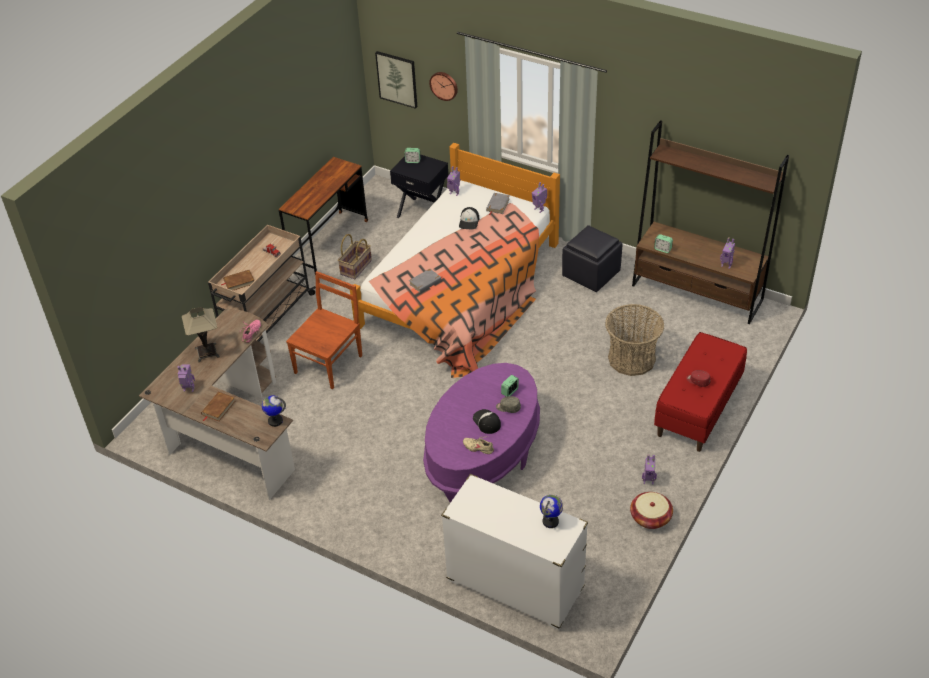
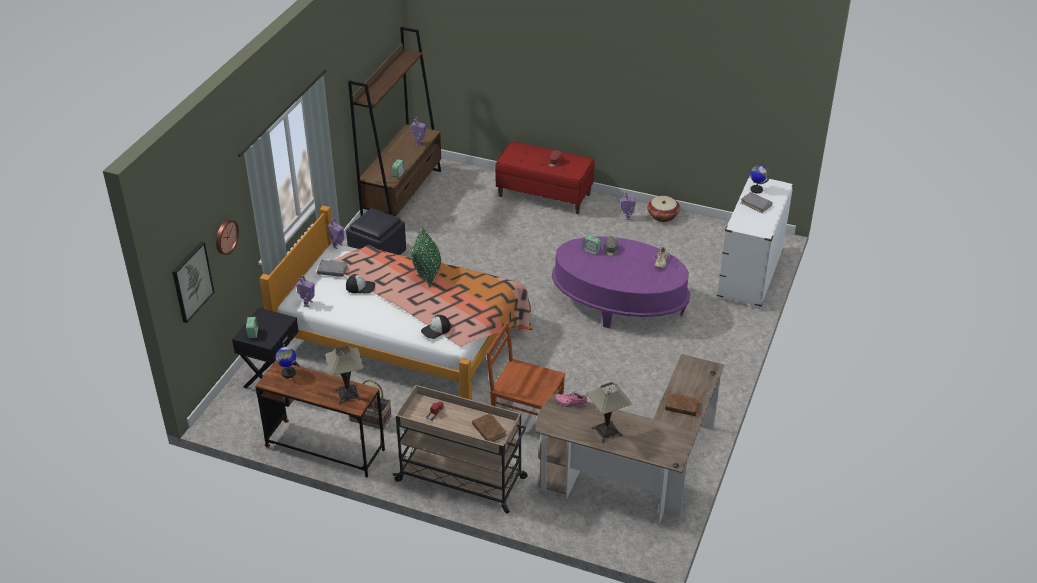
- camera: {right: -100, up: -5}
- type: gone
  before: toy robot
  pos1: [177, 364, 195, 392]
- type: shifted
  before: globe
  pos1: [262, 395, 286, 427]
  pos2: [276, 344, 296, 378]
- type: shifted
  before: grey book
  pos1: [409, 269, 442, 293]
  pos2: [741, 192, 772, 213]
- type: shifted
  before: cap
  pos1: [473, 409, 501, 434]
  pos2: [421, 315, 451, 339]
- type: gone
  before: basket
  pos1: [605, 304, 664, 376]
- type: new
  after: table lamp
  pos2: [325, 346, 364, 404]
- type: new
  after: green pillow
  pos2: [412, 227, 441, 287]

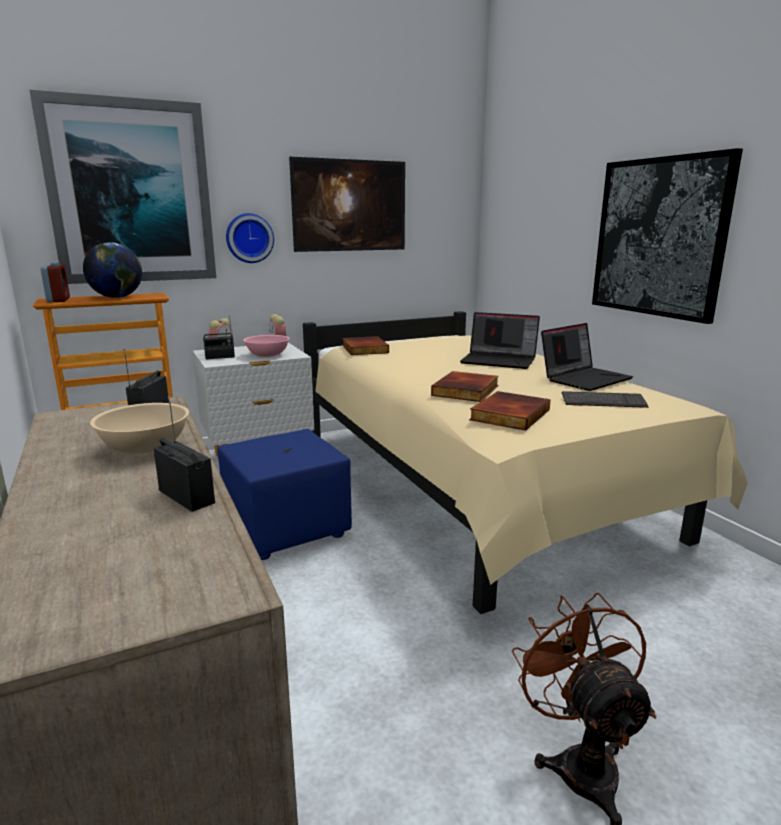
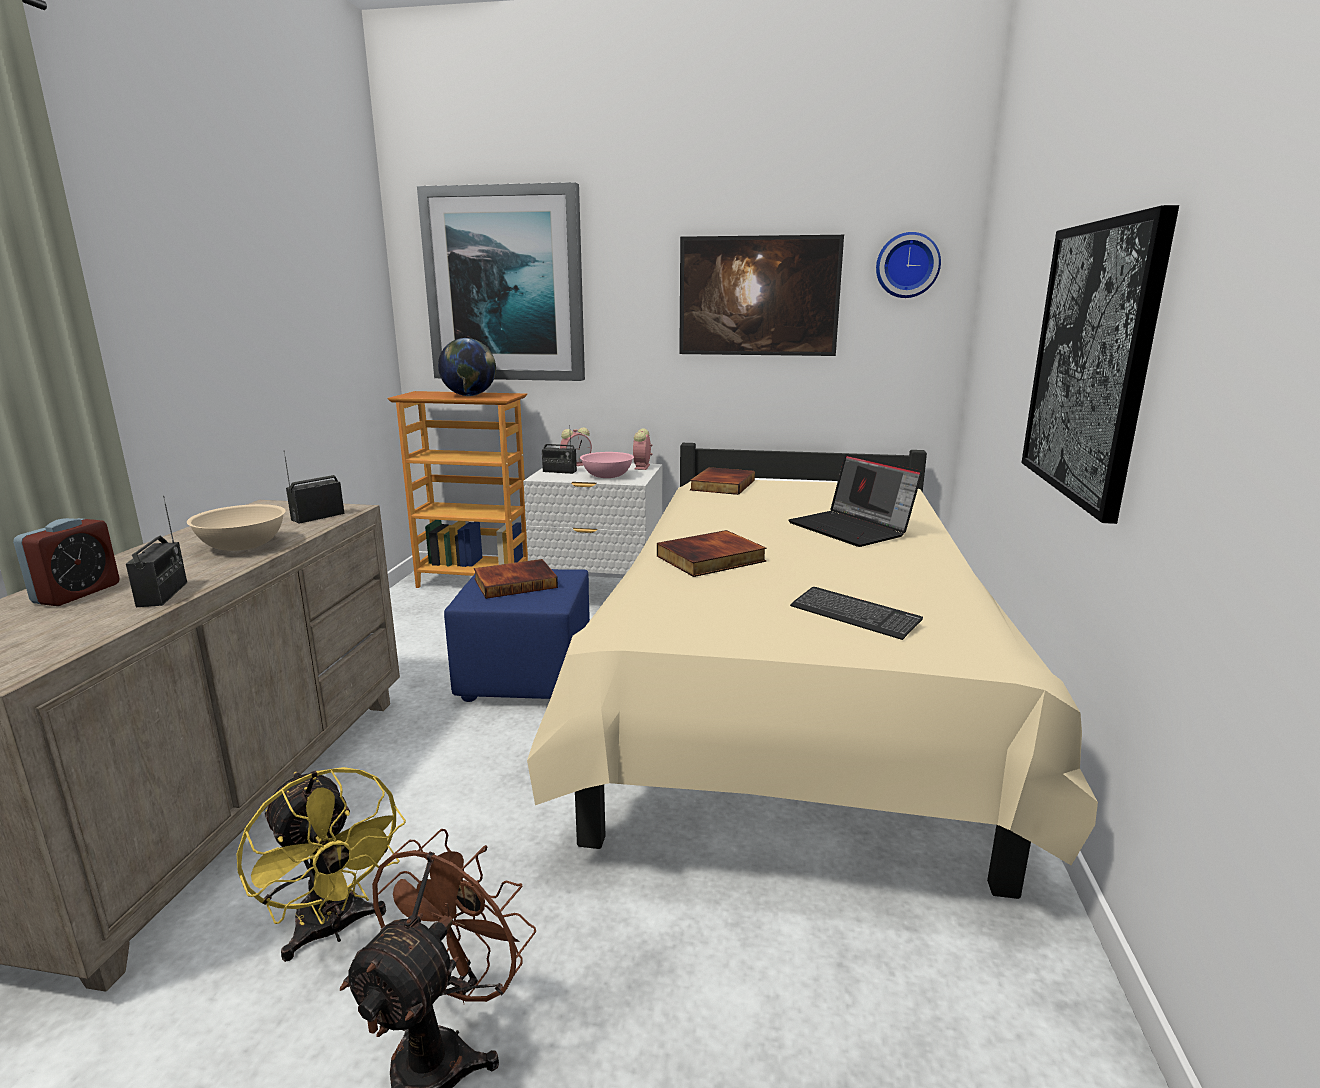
- camera: {right: 35, up: 0}
- type: shifted
  before: alarm clock
  pos1: [41, 261, 70, 303]
  pos2: [13, 518, 120, 606]
- type: shifted
  before: wall clock
  pos1: [226, 213, 274, 263]
  pos2: [876, 232, 941, 298]
- type: shifted
  before: book
  pos1: [469, 391, 551, 431]
  pos2: [474, 559, 558, 599]
- type: gone
  before: laptop
  pos1: [541, 323, 633, 391]
- type: new
  after: yellow fan
  pos2: [237, 767, 406, 962]

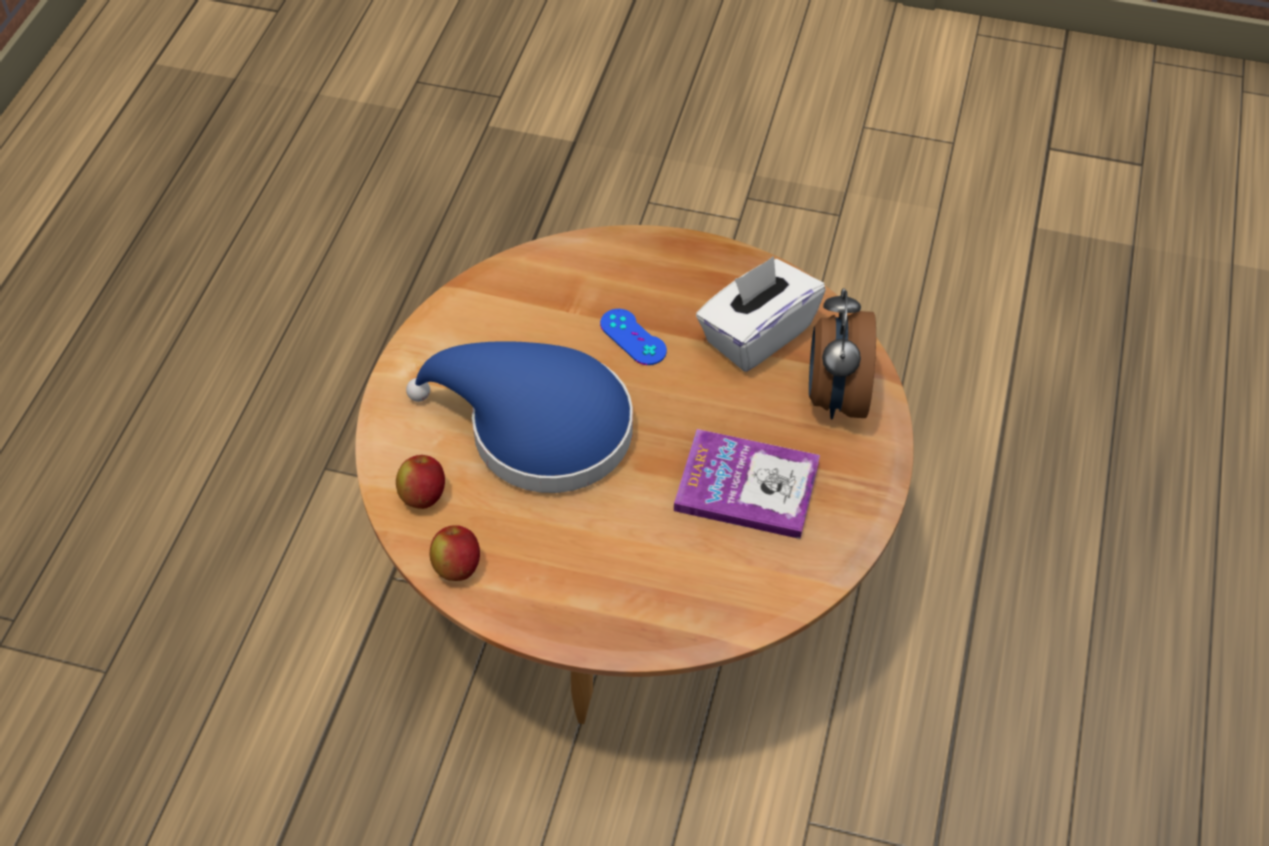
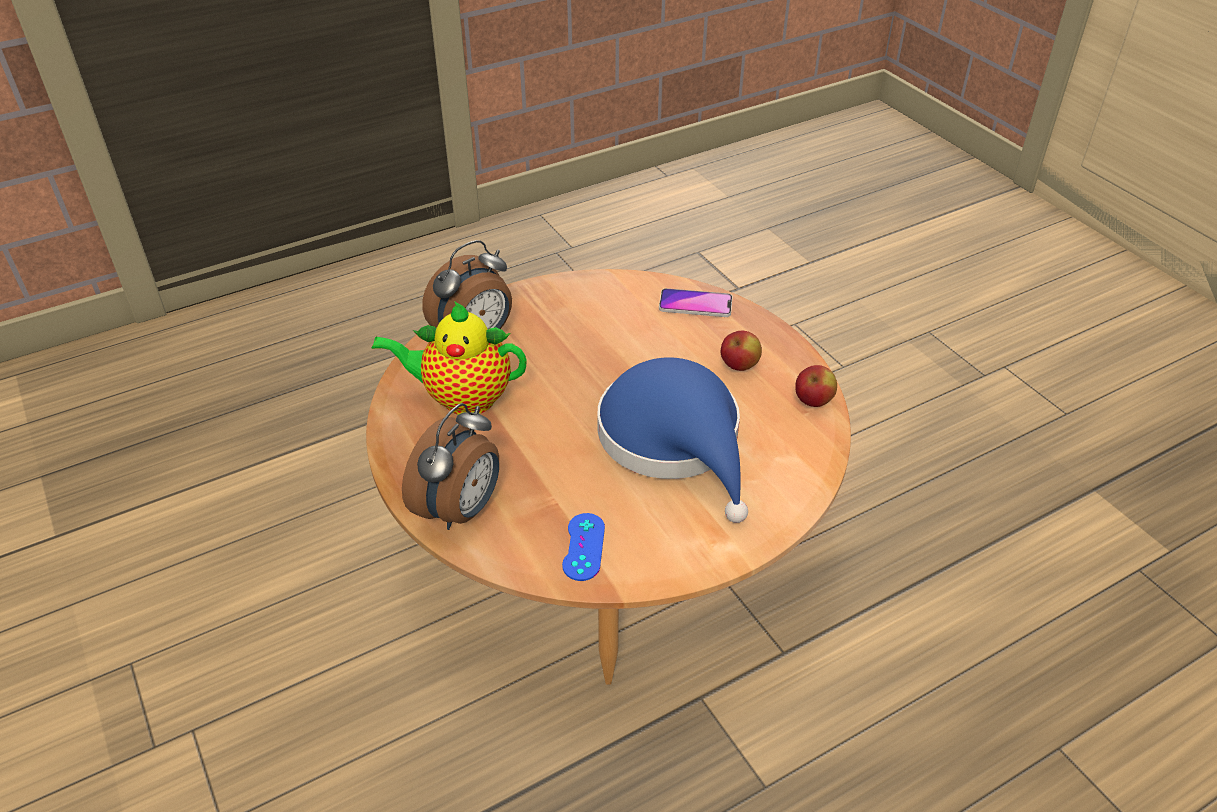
- camera: {right: -135, up: -10}
- type: shifted
  before: apple
  pos1: [396, 455, 445, 509]
  pos2: [721, 331, 762, 371]
- type: shifted
  before: blue game controller
  pos1: [600, 309, 667, 365]
  pos2: [562, 513, 605, 581]
- type: gone
  before: book
  pos1: [674, 429, 820, 539]
- type: swapped
  before: white tissue box
  after: teapot
  pos1: [696, 256, 826, 372]
  pos2: [372, 301, 527, 415]
- type: new
  after: alarm clock
  pos2: [402, 403, 499, 530]
- type: new
  after: phone
  pos2: [659, 288, 733, 317]

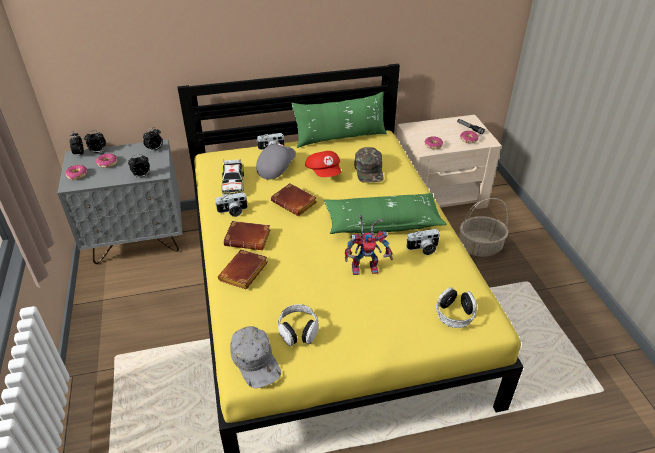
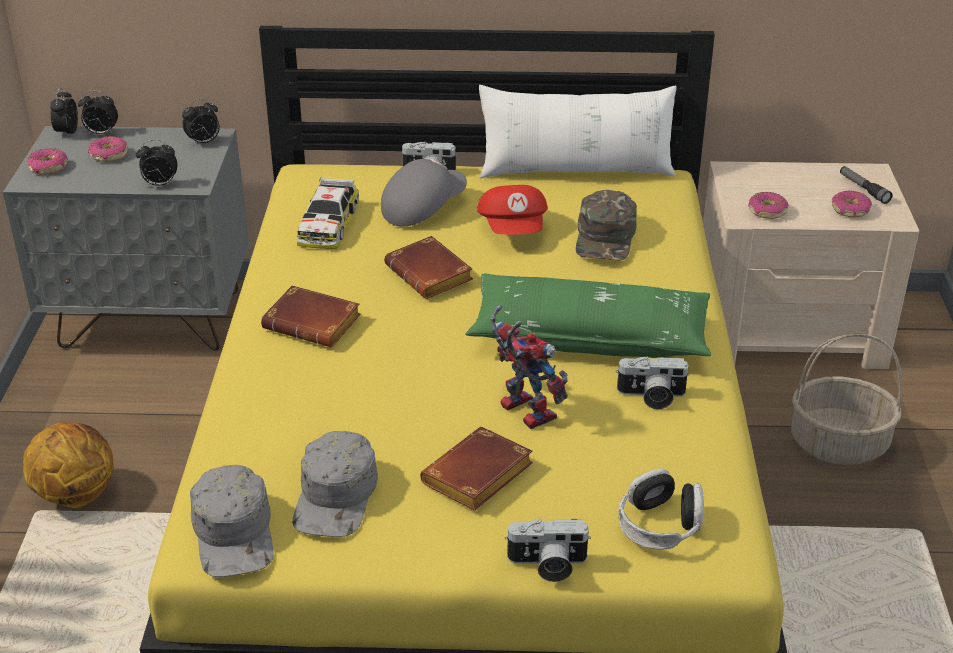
- camera: {right: 15, up: -5}
- type: shifted
  before: photo camera
  pos1: [215, 192, 248, 217]
  pos2: [505, 519, 591, 582]
- type: shifted
  before: brown book
  pos1: [218, 250, 268, 290]
  pos2: [420, 427, 533, 511]
- type: swapped
  before: headphones
  after: grey cap
  pos1: [278, 304, 319, 346]
  pos2: [292, 431, 378, 537]
- type: repainted
  before: green pillow
  after: white pillow
  pos1: [291, 92, 387, 148]
  pos2: [479, 85, 677, 178]
- type: rotated
  before: toy robot
  pos1: [345, 215, 393, 275]
  pos2: [490, 305, 568, 429]
  turn: -135
- type: new
  after: basketball
  pos2: [23, 422, 114, 508]

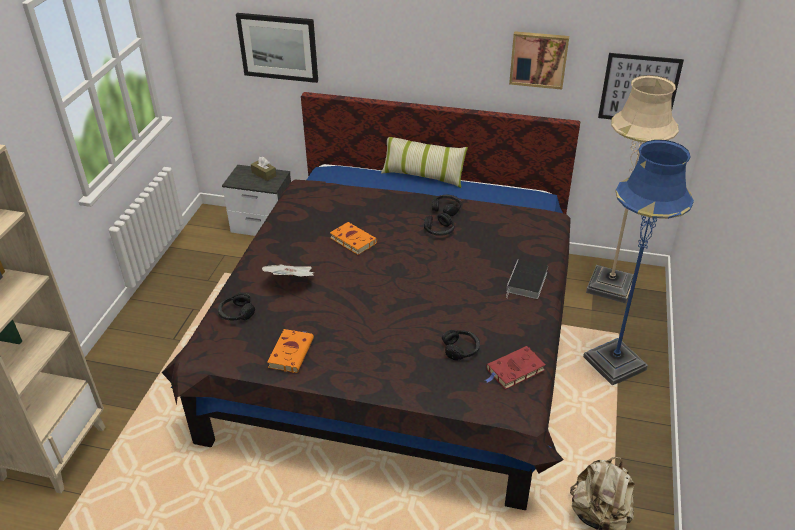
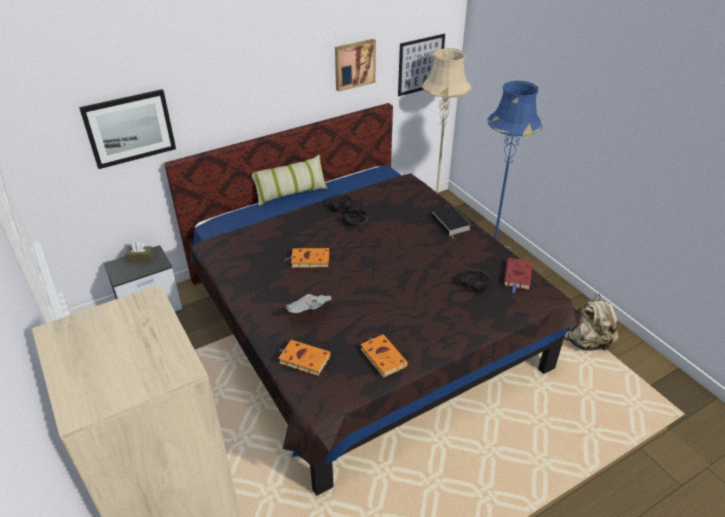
- camera: {right: -45, up: 0}
- type: swapped
  before: black headphones
  after: orange book
  pos1: [218, 293, 255, 320]
  pos2: [278, 340, 331, 376]

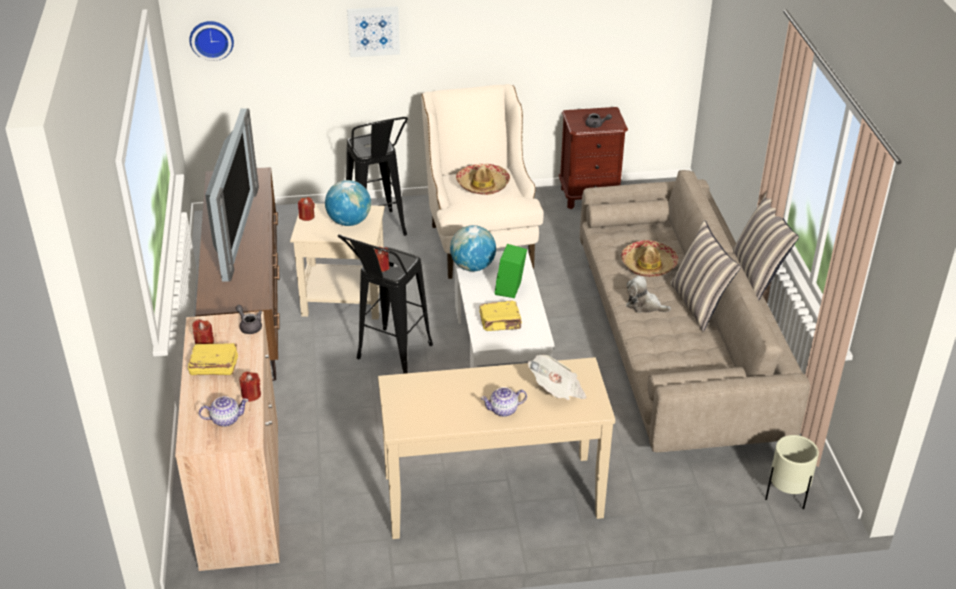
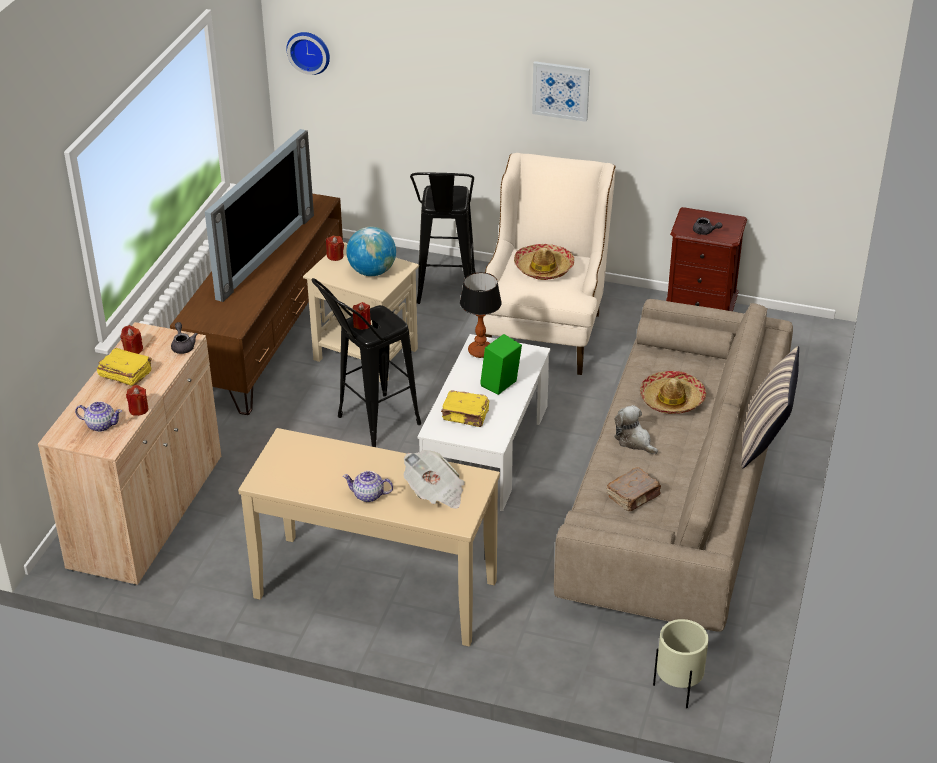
- camera: {right: 25, up: 0}
- type: shifted
  before: picture
  pos1: [347, 6, 400, 57]
  pos2: [532, 61, 590, 122]
- type: swapped
  before: globe
  after: table lamp
  pos1: [450, 225, 496, 271]
  pos2: [460, 272, 502, 358]
- type: gone
  before: pillow
  pos1: [670, 220, 741, 332]
- type: new
  after: brown book
  pos2: [607, 467, 661, 511]

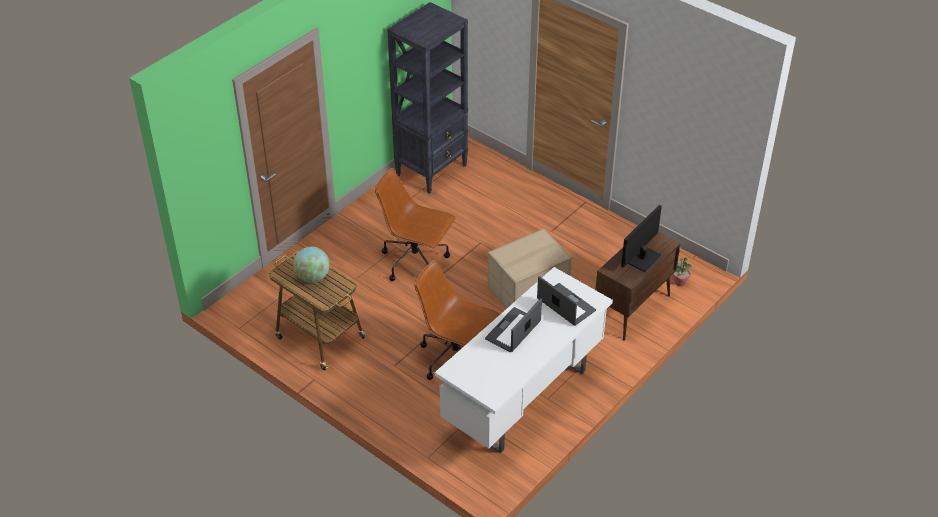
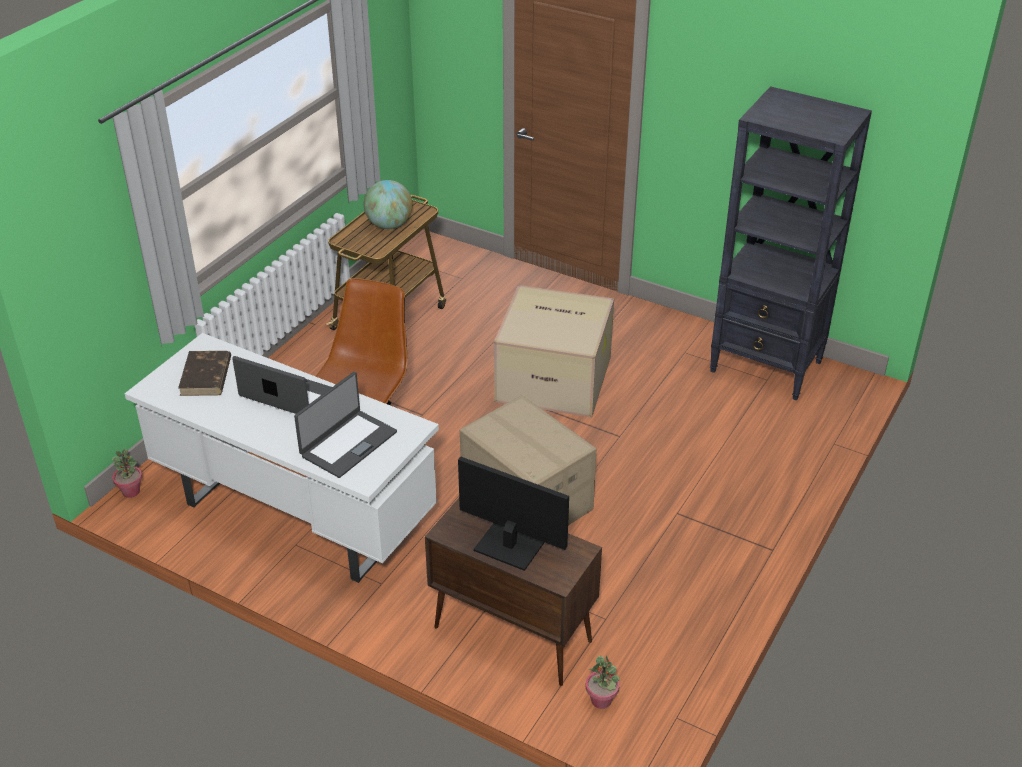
- camera: {right: 80, up: -5}
- type: swapped
  before: brown office chair
  after: cardboard box
  pos1: [375, 168, 456, 281]
  pos2: [494, 285, 614, 417]
- type: new
  after: potted plant
  pos2: [112, 449, 142, 498]
- type: new
  after: brown book
  pos2: [178, 351, 231, 396]

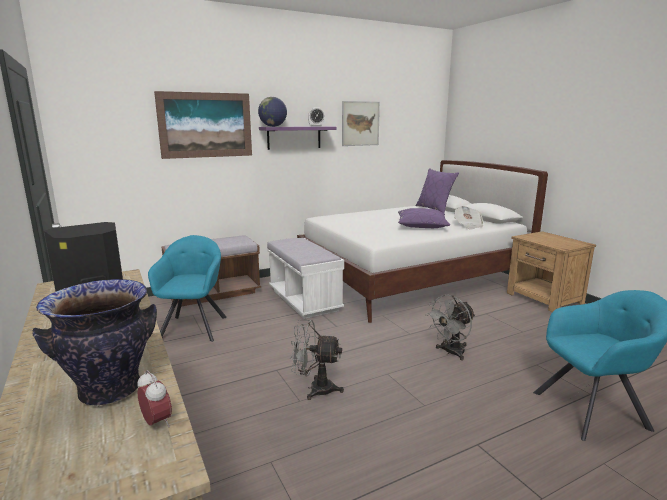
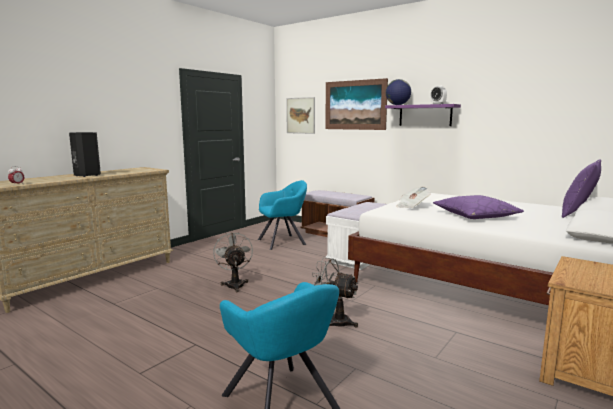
- camera: {right: 65, up: -5}
- type: gone
  before: vase
  pos1: [32, 279, 157, 405]
- type: shifted
  before: picture
  pos1: [342, 101, 380, 146]
  pos2: [286, 97, 315, 134]
- type: shifted
  before: newspaper
  pos1: [454, 206, 483, 229]
  pos2: [396, 186, 431, 208]

